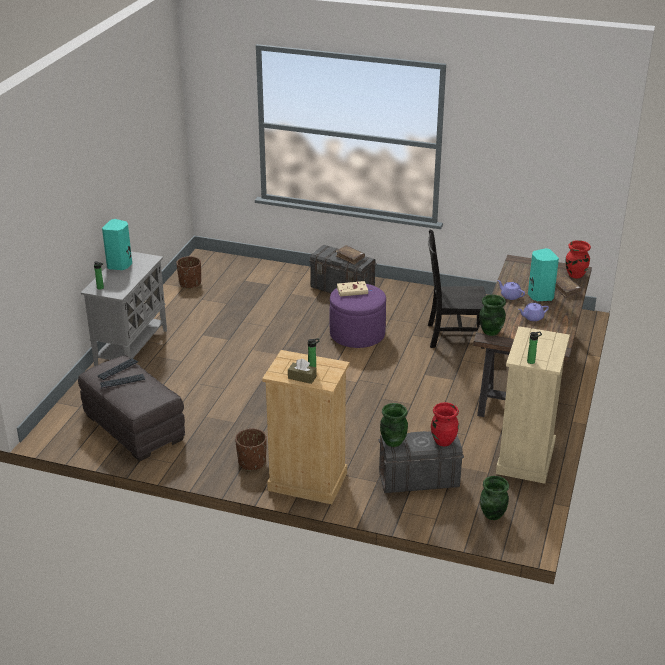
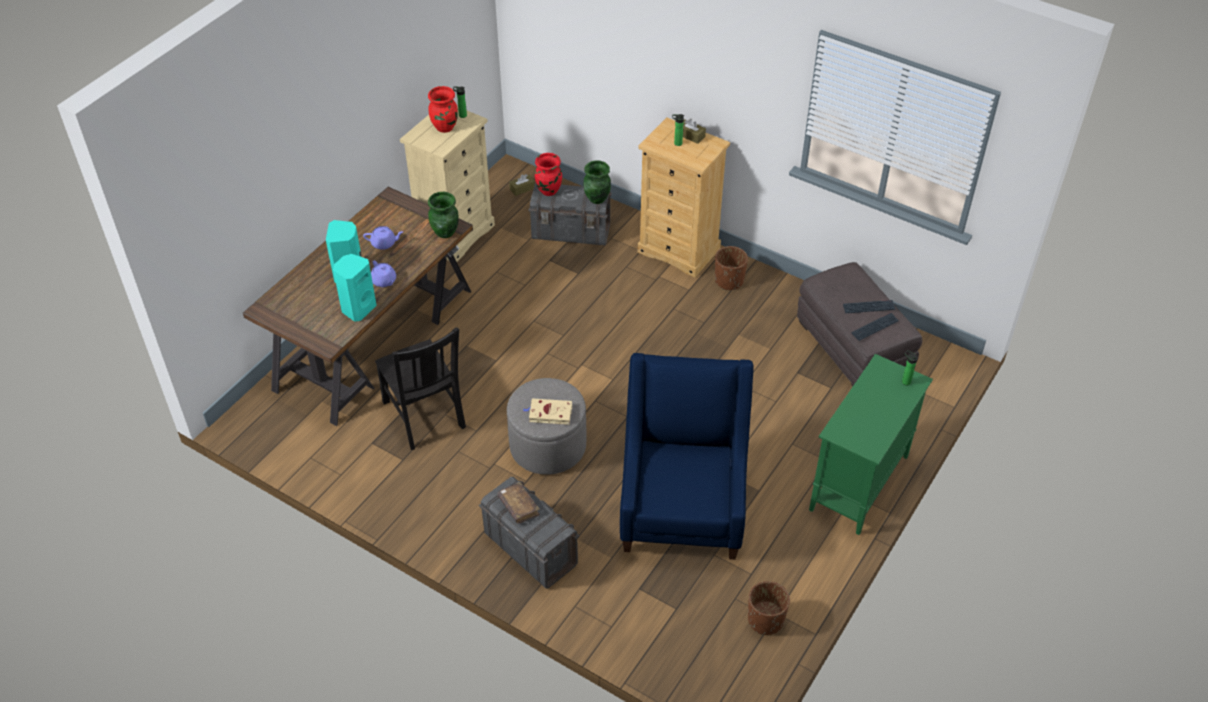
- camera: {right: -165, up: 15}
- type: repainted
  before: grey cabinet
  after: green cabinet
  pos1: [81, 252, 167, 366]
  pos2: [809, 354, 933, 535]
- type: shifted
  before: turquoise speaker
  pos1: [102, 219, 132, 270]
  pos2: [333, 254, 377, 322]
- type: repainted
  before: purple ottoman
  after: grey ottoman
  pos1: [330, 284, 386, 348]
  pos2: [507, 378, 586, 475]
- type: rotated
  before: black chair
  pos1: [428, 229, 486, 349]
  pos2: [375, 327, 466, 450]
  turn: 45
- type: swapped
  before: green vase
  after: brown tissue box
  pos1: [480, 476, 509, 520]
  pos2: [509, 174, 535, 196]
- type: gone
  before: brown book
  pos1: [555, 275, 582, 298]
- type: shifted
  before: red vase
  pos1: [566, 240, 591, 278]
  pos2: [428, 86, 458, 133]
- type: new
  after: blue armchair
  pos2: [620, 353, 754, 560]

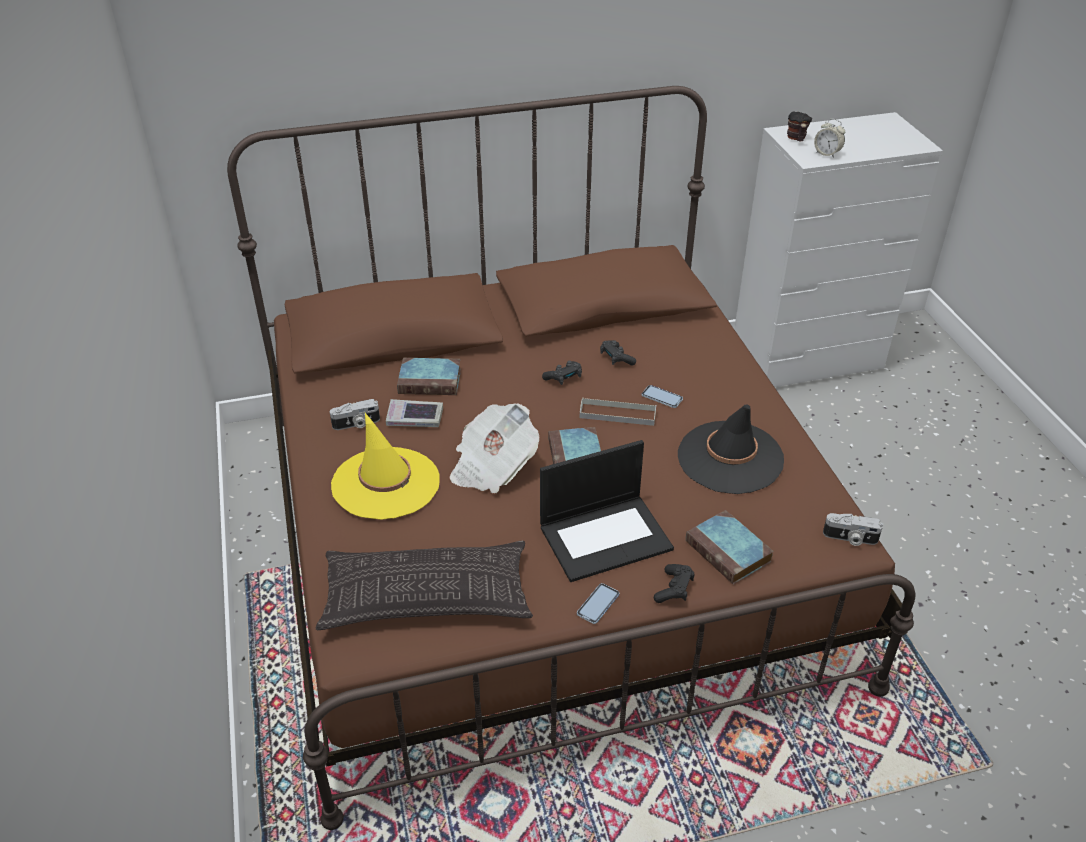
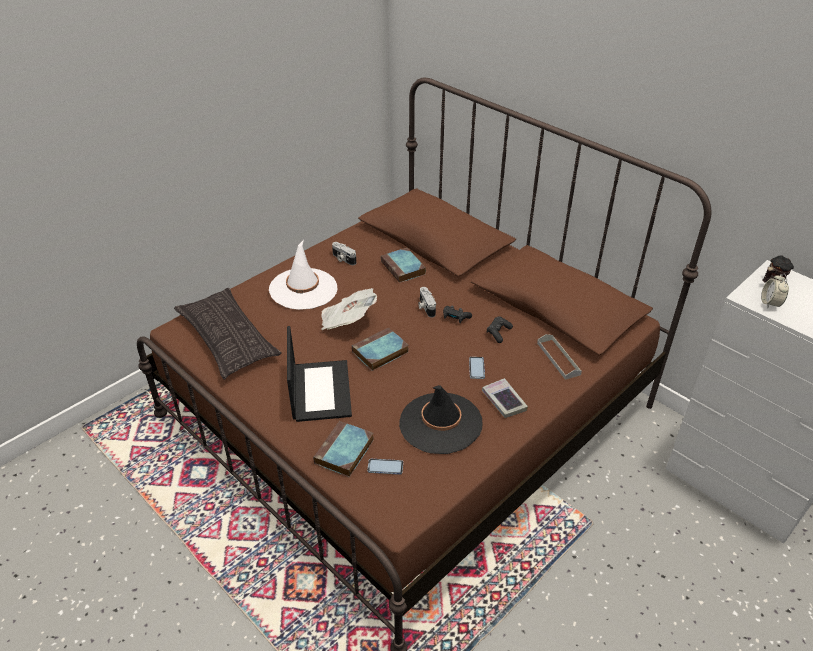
- camera: {right: 60, up: 0}
- type: repainted
  before: yellow hat
  after: white hat
  pos1: [331, 413, 440, 520]
  pos2: [269, 240, 338, 310]
- type: shifted
  before: book
  pos1: [386, 399, 443, 427]
  pos2: [482, 378, 528, 418]
- type: rotated
  before: laptop
  pos1: [540, 440, 674, 582]
  pos2: [287, 326, 352, 422]
  turn: -135
- type: shifted
  before: phone
  pos1: [577, 583, 619, 624]
  pos2: [367, 459, 403, 475]
- type: shifted
  before: grey tray
  pos1: [580, 398, 656, 426]
  pos2: [537, 334, 582, 380]
- type: gone
  before: black game controller
  pos1: [654, 564, 695, 603]
- type: shifted
  before: photo camera
  pos1: [823, 513, 883, 546]
  pos2: [418, 287, 436, 318]

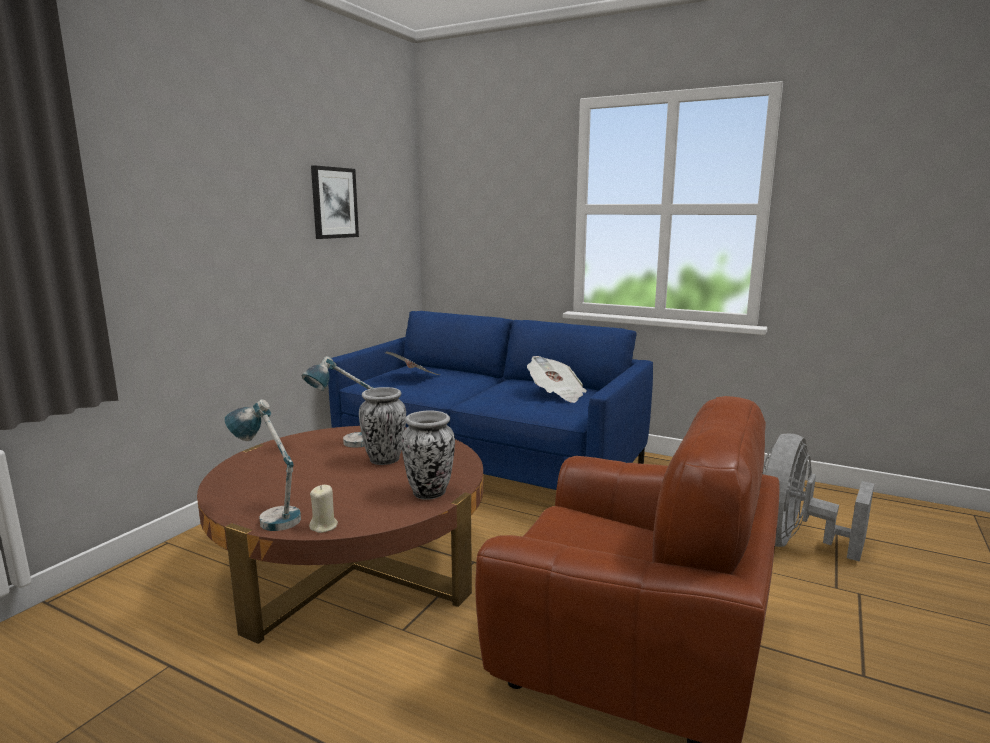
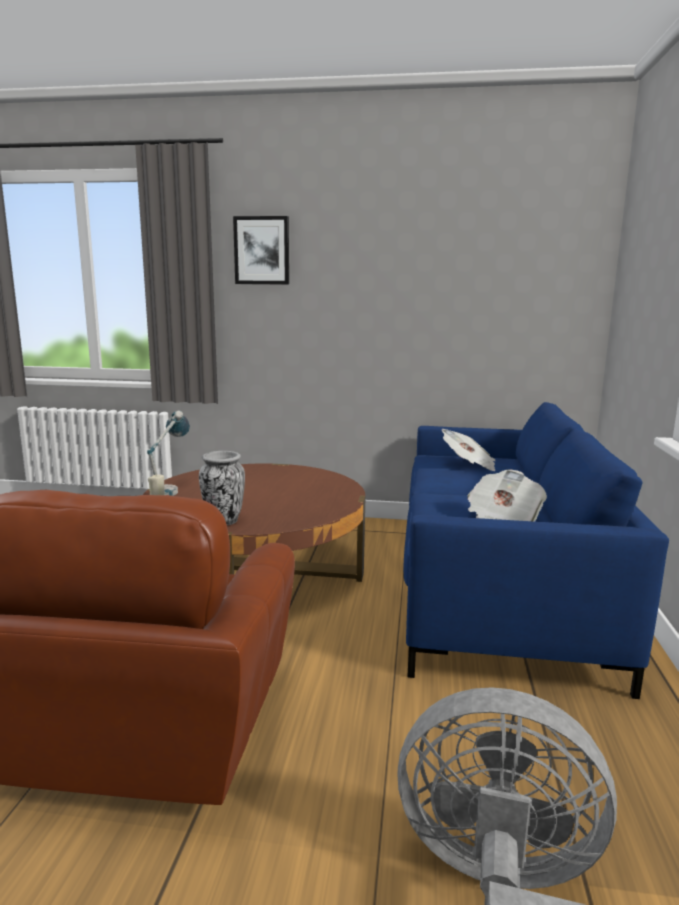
- camera: {right: 70, up: 0}
- type: gone
  before: table lamp
  pos1: [301, 356, 373, 448]
- type: shifted
  before: picture
  pos1: [311, 165, 359, 239]
  pos2: [233, 216, 289, 285]
- type: gone
  before: vase
  pos1: [359, 387, 406, 465]

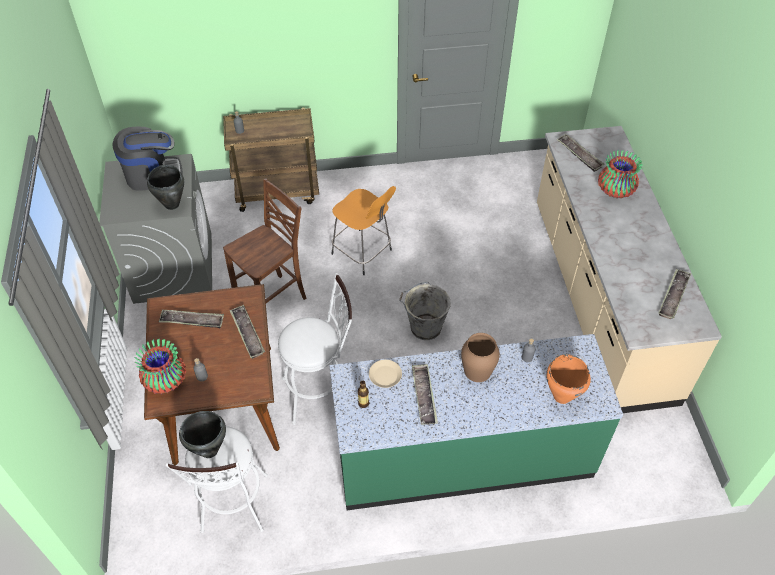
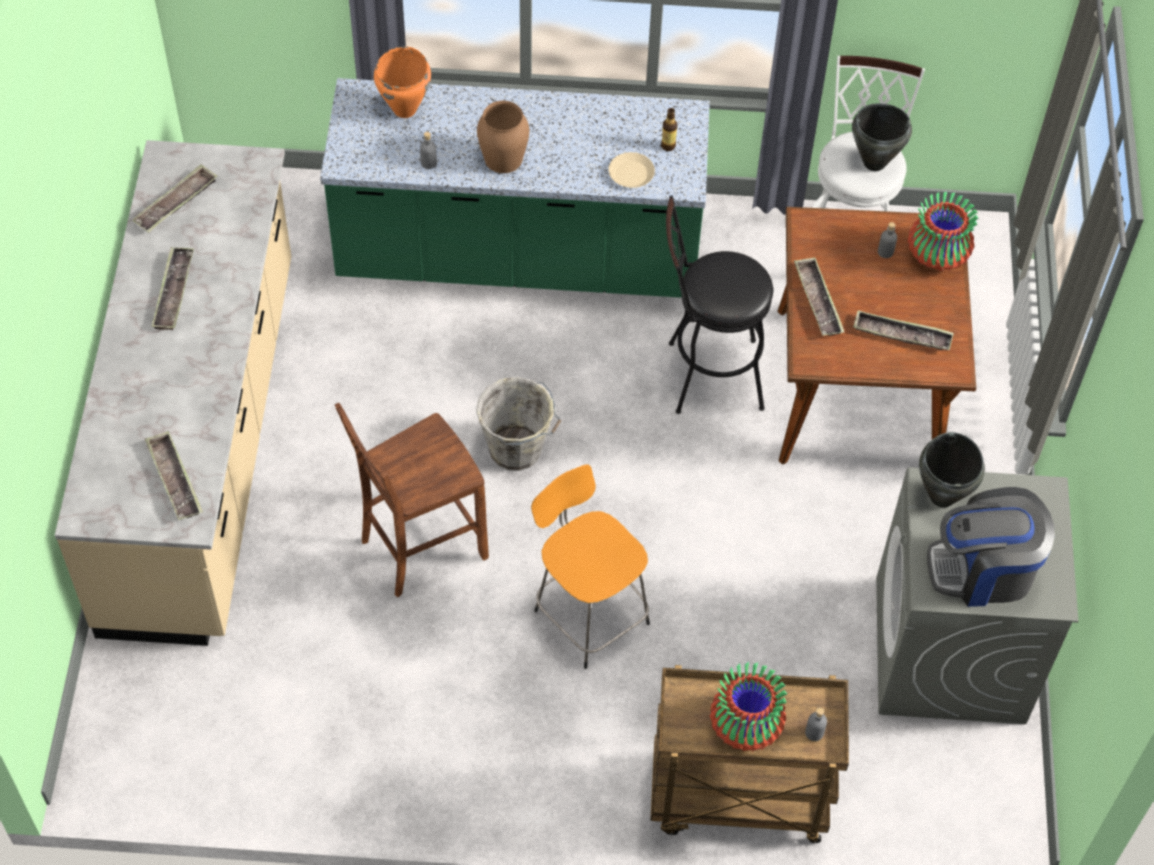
- camera: {right: -170, up: 5}
- type: shifted
  before: brown chair
  pos1: [223, 178, 307, 303]
  pos2: [335, 403, 489, 597]
- type: repainted
  before: white stool
  after: black stool
  pos1: [278, 273, 352, 425]
  pos2: [666, 196, 773, 414]
- type: shifted
  before: tray
  pos1: [412, 364, 438, 425]
  pos2: [151, 247, 194, 330]
- type: shifted
  before: vase
  pos1: [598, 150, 643, 198]
  pos2: [709, 662, 787, 752]

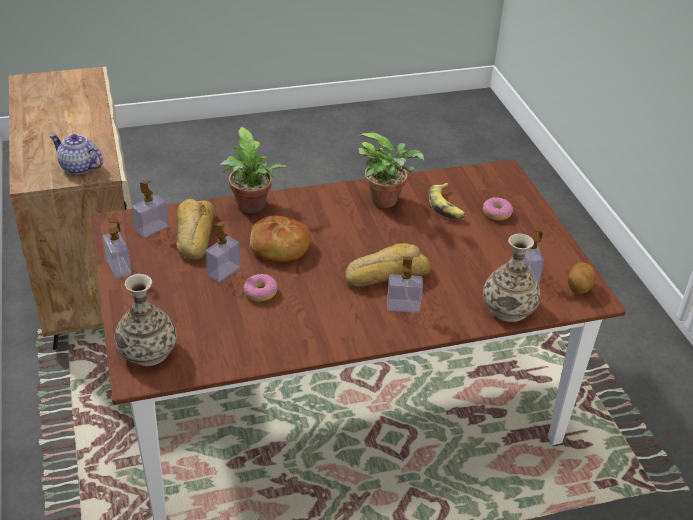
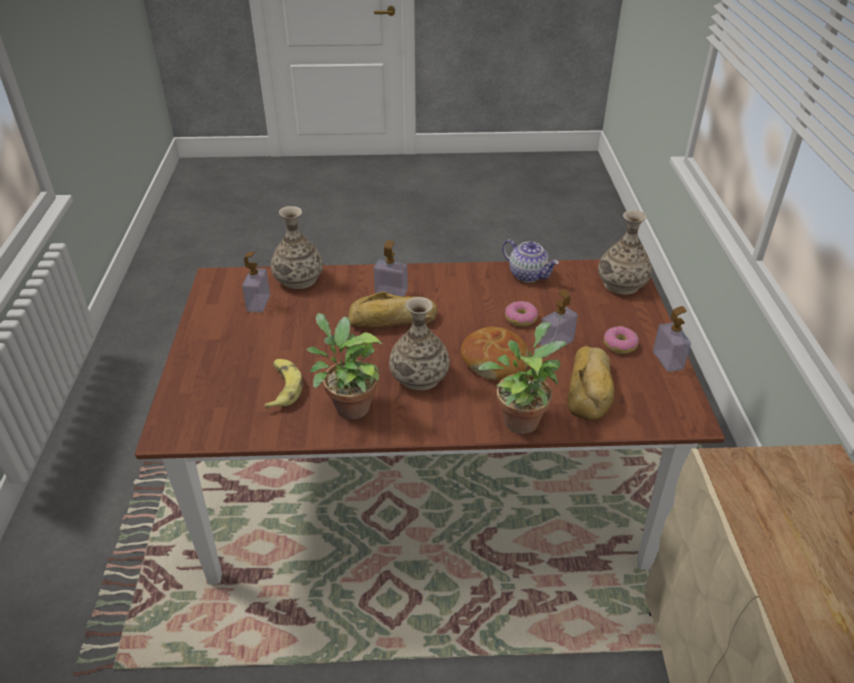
- camera: {right: -165, up: 0}
- type: shifted
  before: teapot
  pos1: [49, 134, 103, 175]
  pos2: [502, 239, 559, 282]
- type: gone
  before: soap dispenser
  pos1: [132, 180, 169, 238]
- type: shifted
  before: donut
  pos1: [483, 197, 513, 220]
  pos2: [604, 326, 639, 354]
- type: gone
  before: potato
  pos1: [568, 262, 596, 294]
- type: new
  after: vase
  pos2: [389, 297, 449, 390]

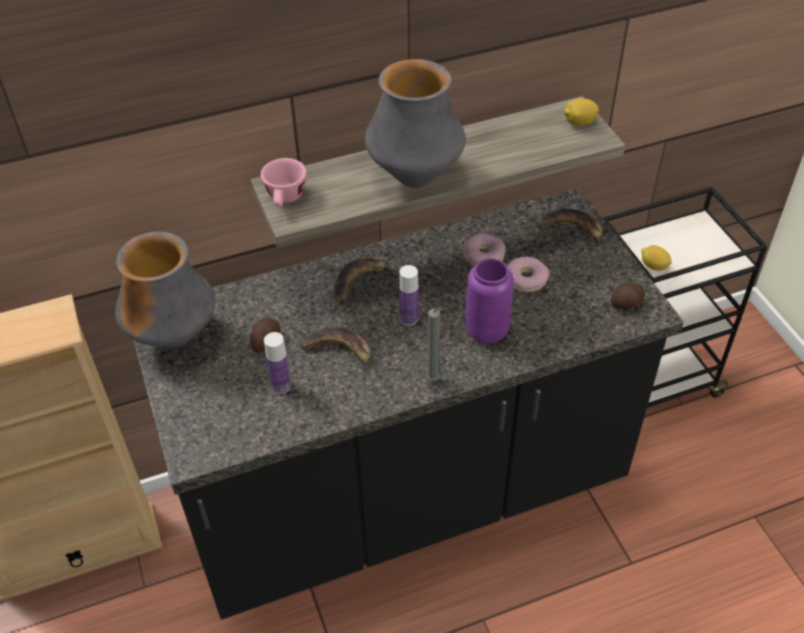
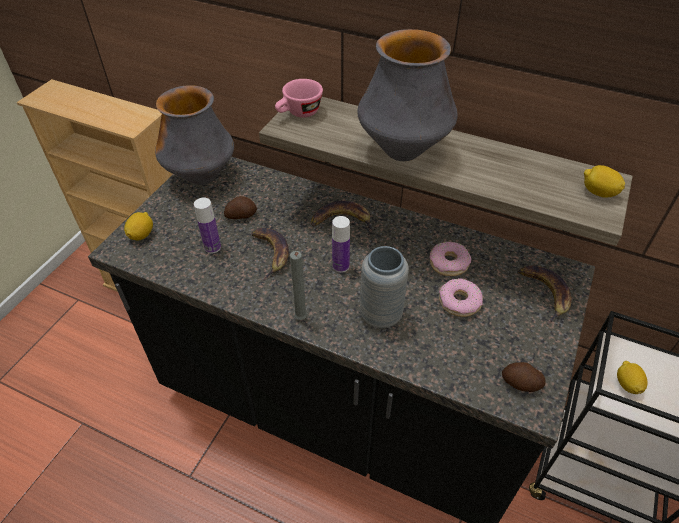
- camera: {right: 45, up: 0}
- type: repainted
  before: purple vase
  after: grey vase
  pos1: [465, 258, 514, 344]
  pos2: [360, 246, 409, 328]
- type: new
  after: lemon
  pos2: [124, 212, 153, 240]

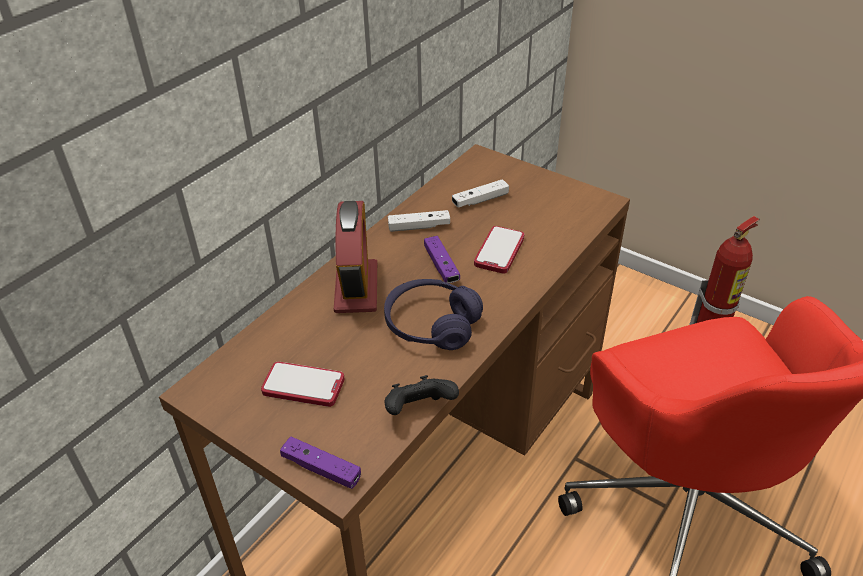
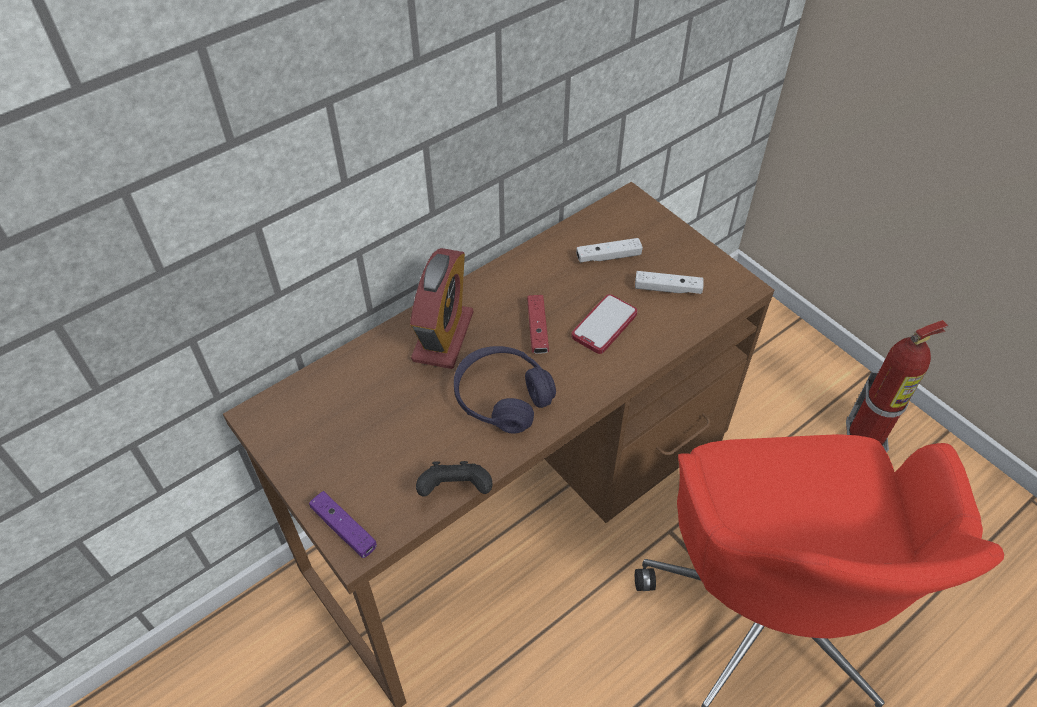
- camera: {right: 15, up: 10}
- type: gone
  before: phone
  pos1: [261, 362, 345, 407]
- type: shifted
  before: white game controller
  pos1: [388, 210, 450, 232]
  pos2: [635, 271, 704, 294]
- type: repainted
  before: purple game controller
  after: red game controller
  pos1: [424, 236, 460, 283]
  pos2: [527, 295, 549, 354]

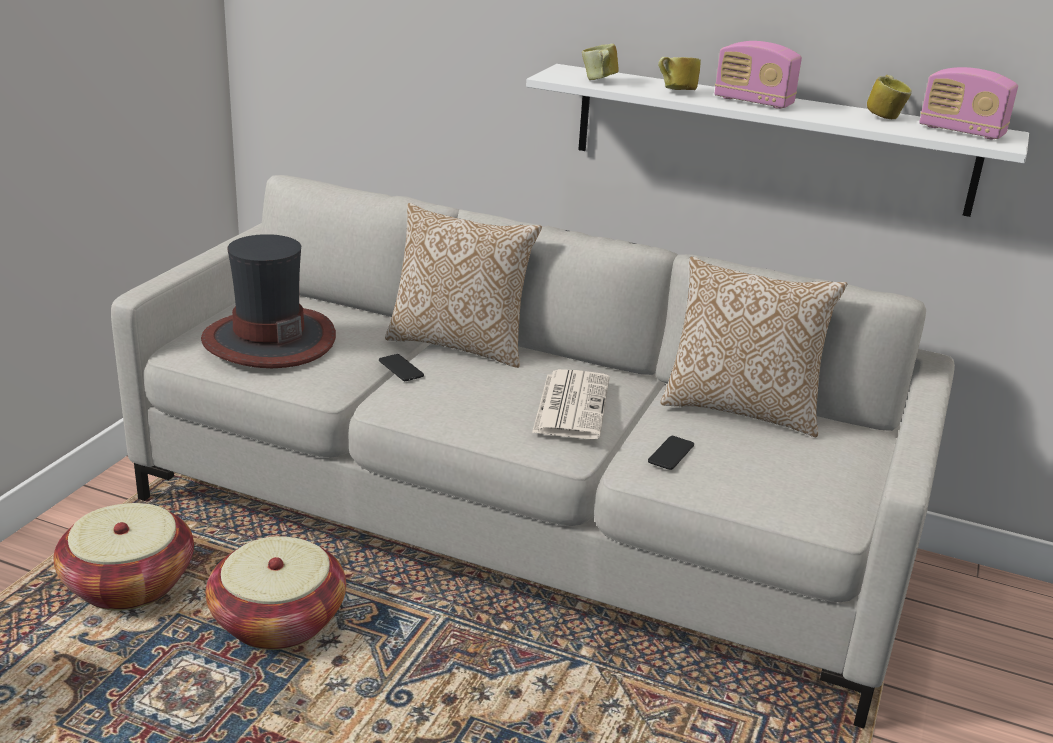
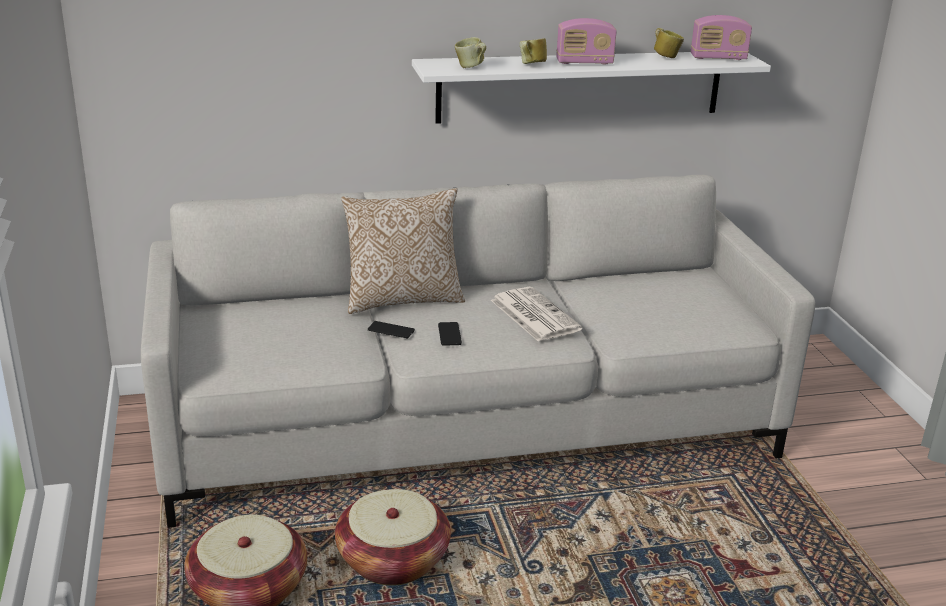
- camera: {right: -35, up: 0}
- type: gone
  before: hat
  pos1: [201, 234, 336, 368]
- type: shifted
  before: phone
  pos1: [648, 436, 694, 470]
  pos2: [438, 322, 462, 345]
- type: gone
  before: pillow
  pos1: [660, 257, 847, 437]

